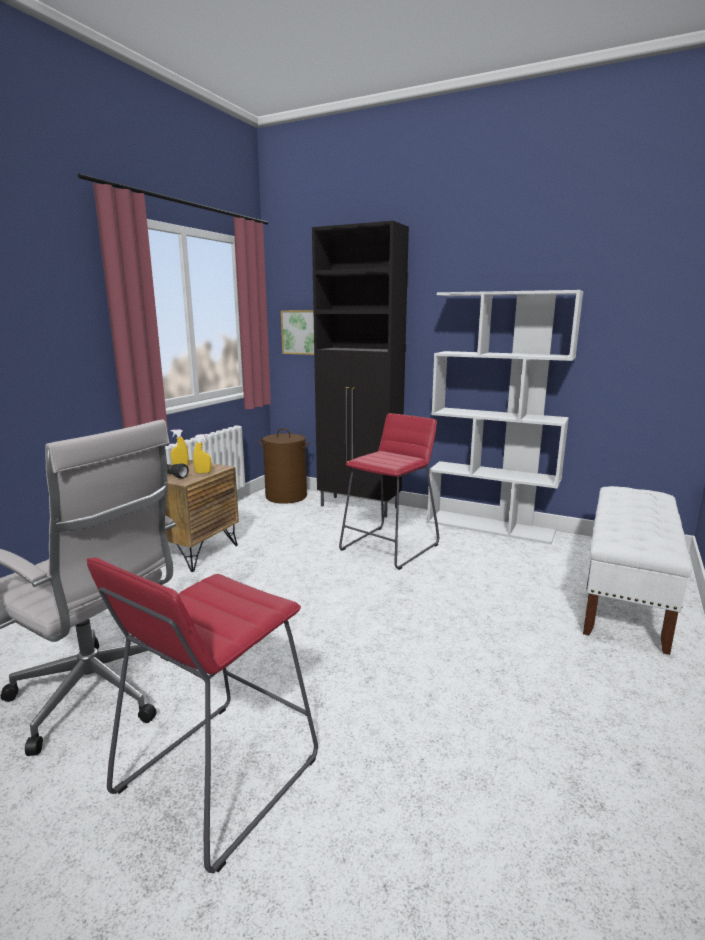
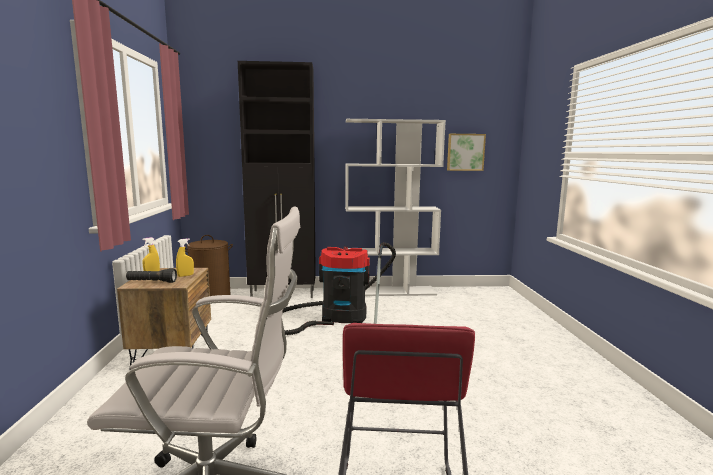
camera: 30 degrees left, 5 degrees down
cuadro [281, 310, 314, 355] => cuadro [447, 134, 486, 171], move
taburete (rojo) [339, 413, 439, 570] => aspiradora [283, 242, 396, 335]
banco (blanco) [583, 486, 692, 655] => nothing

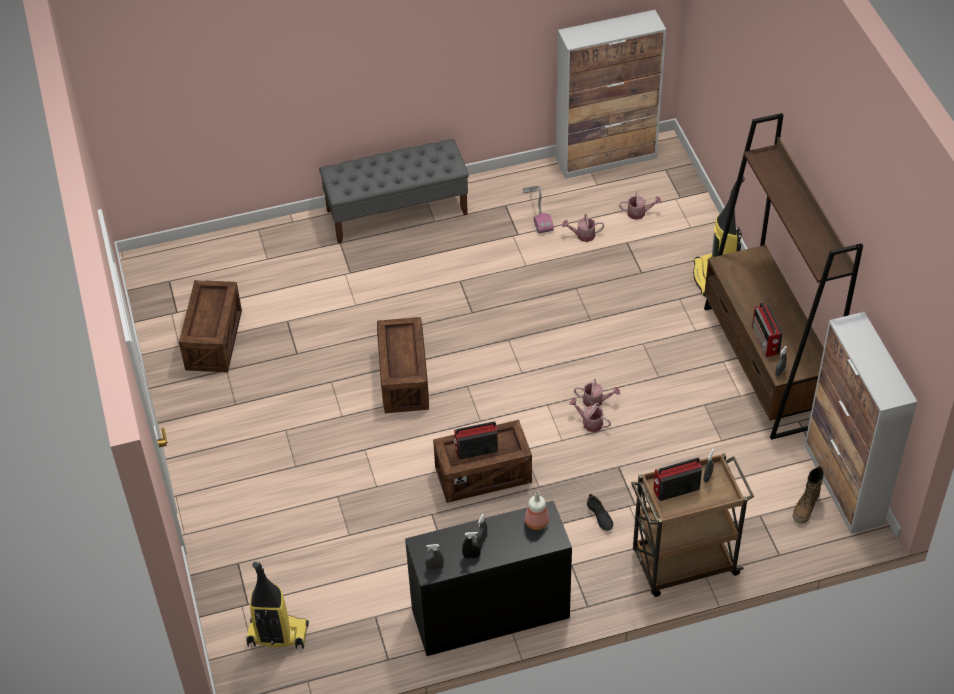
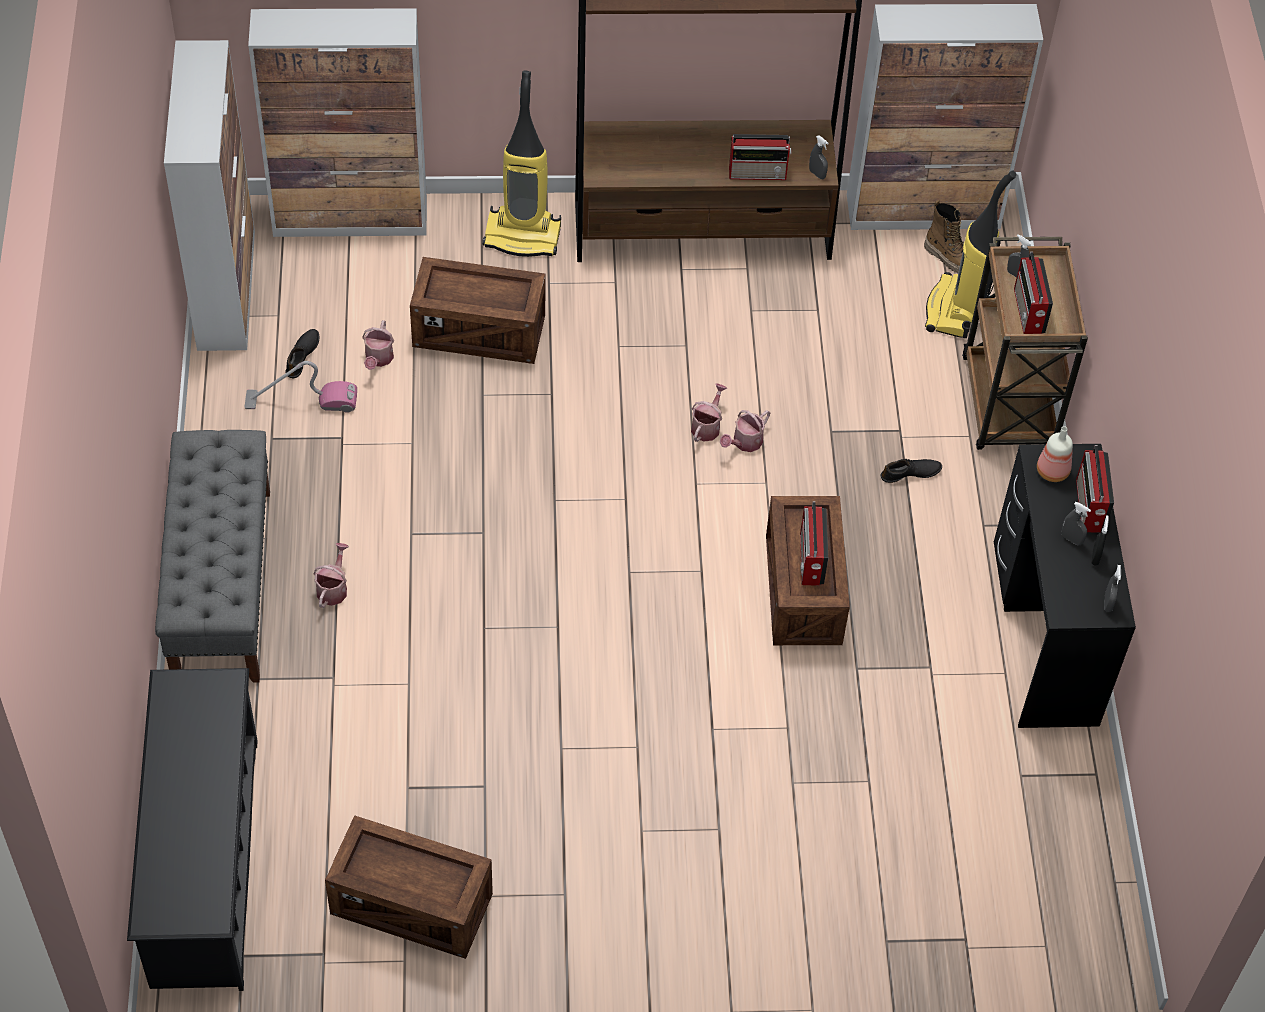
camera: 80 degrees left, 5 degrees up
aspiradora [246, 562, 309, 649] => aspiradora [925, 171, 1016, 338], move
caja de embalaje [377, 317, 429, 413] => caja de embalaje [410, 257, 545, 364], move
regadera [619, 192, 662, 220] => regadera [313, 543, 349, 608], move
nothing => zapatero (negro) [127, 668, 258, 991]
nothing => armario [248, 8, 427, 237]
nothing => zapato (negro) [285, 329, 319, 378]
nothing => radio [1076, 445, 1114, 533]

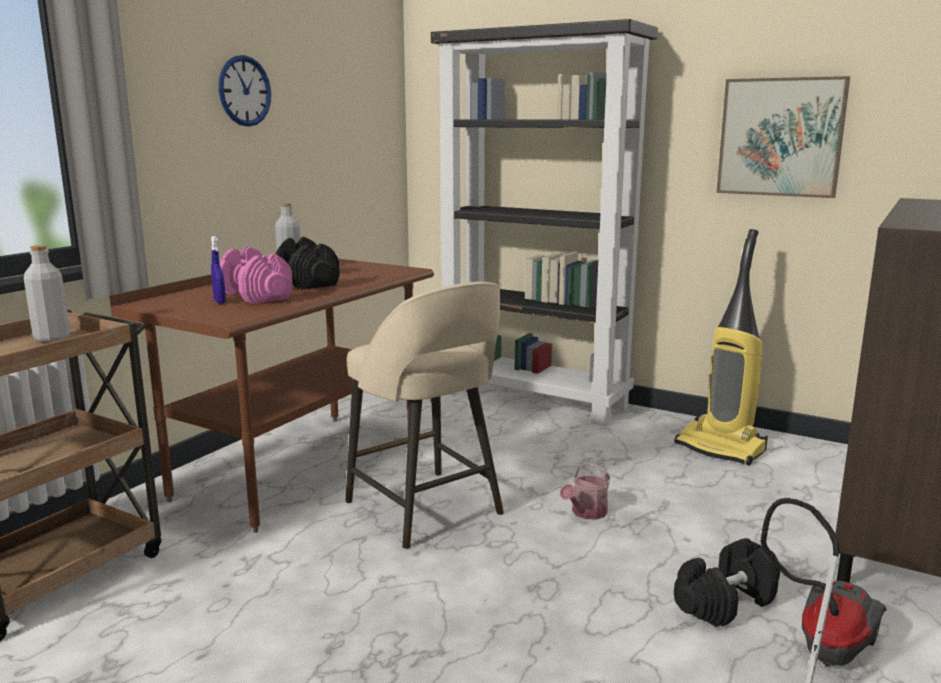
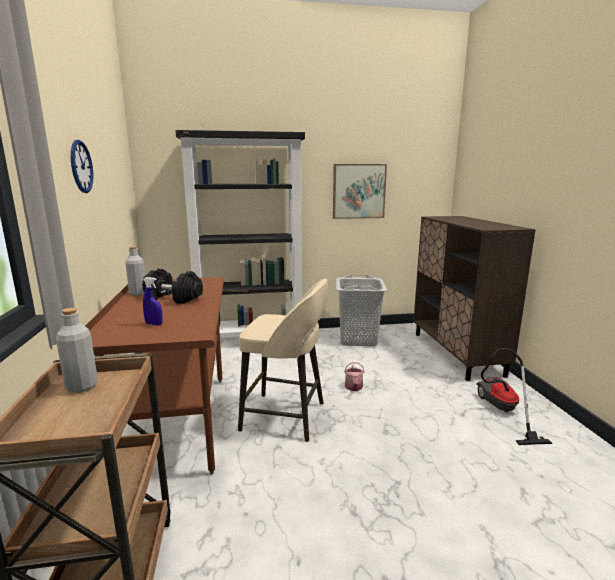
camera: 40 degrees left, 0 degrees up
mancuerna (rosa) [220, 247, 293, 304] => nothing
aspiradora [674, 229, 768, 466] => cesto de la ropa (gris) [336, 274, 387, 346]
mancuerna (negro) [674, 538, 780, 627] => nothing

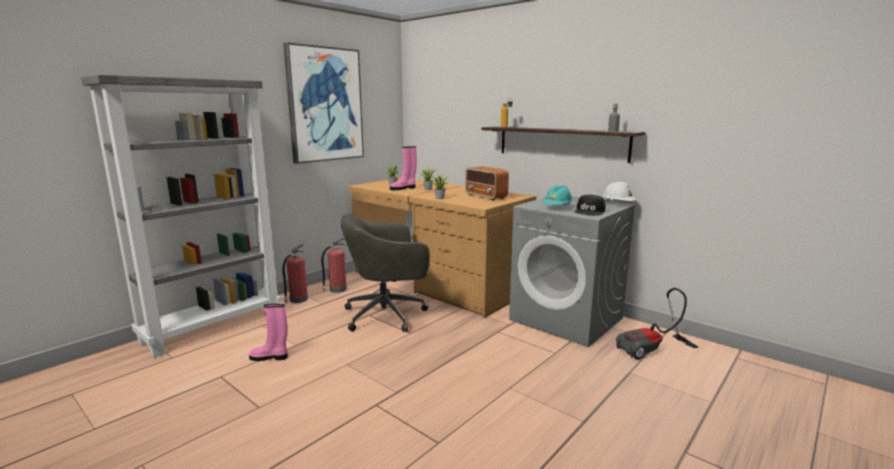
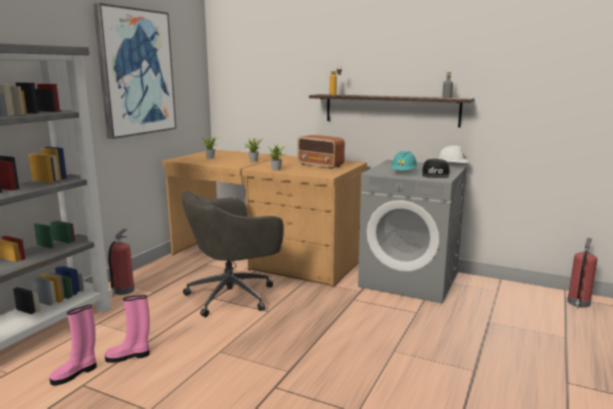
camera: 15 degrees left, 0 degrees up
extintor [321, 238, 347, 293] => extintor [567, 238, 598, 308], move
bota (rosa) [390, 146, 417, 190] => bota (rosa) [49, 304, 97, 386], move
aspiradora [616, 288, 698, 359] => nothing

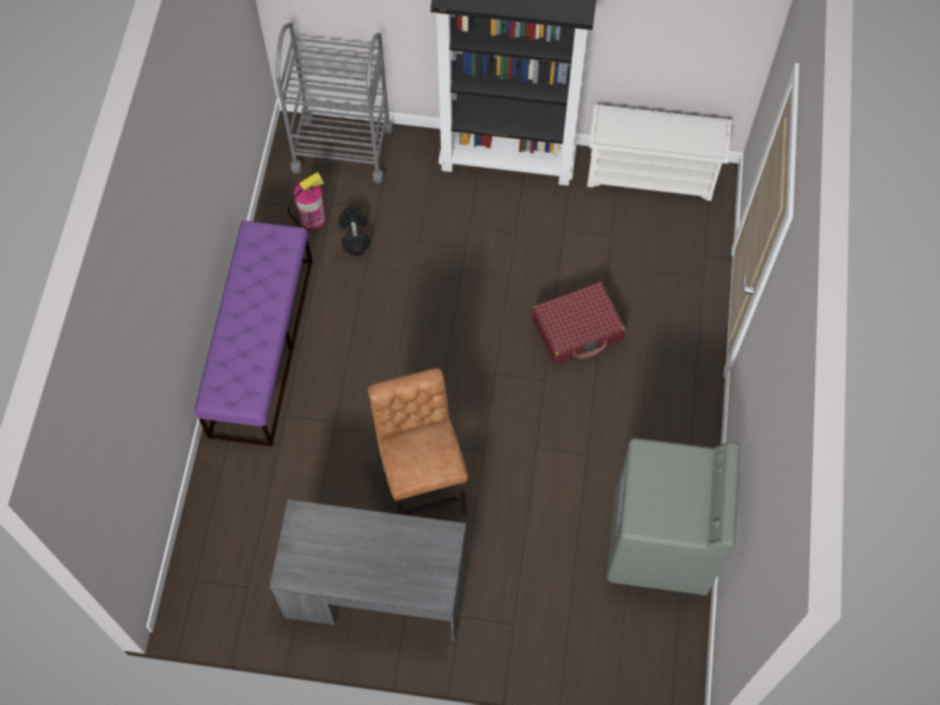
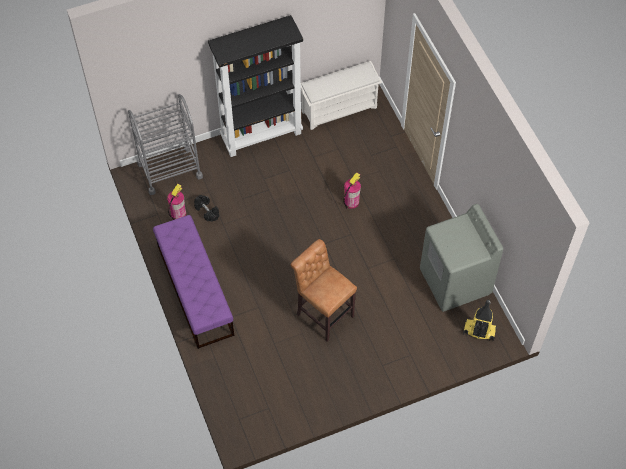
camera: 30 degrees left, 5 degrees down
escritorio (gris) [269, 500, 466, 641] => nothing
maleta (rojo) [532, 282, 625, 365] => extintor [343, 173, 361, 209]
nothing => aspiradora [463, 300, 497, 342]

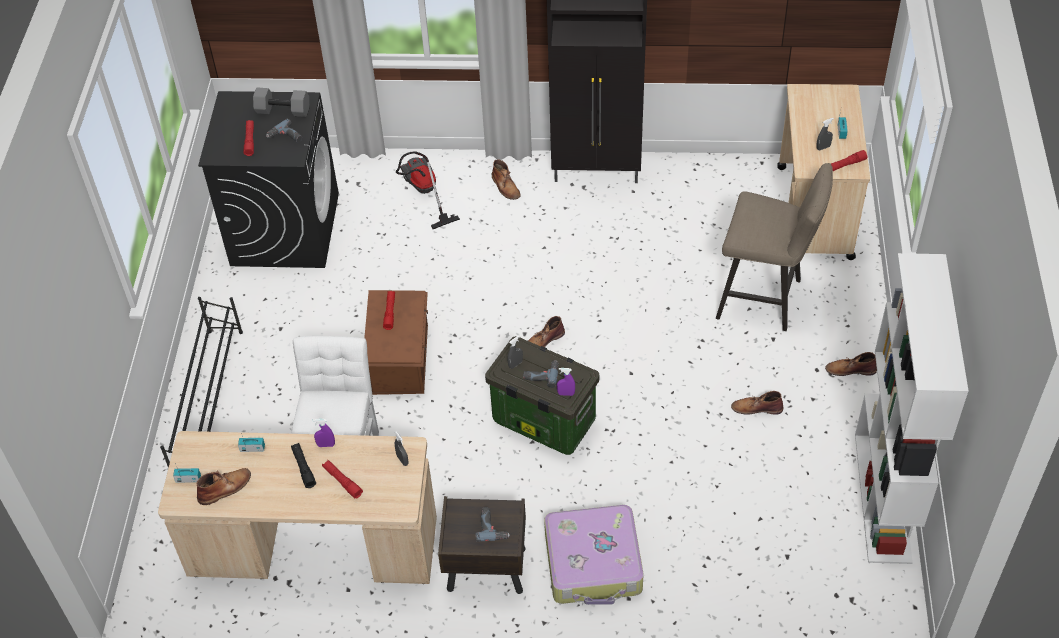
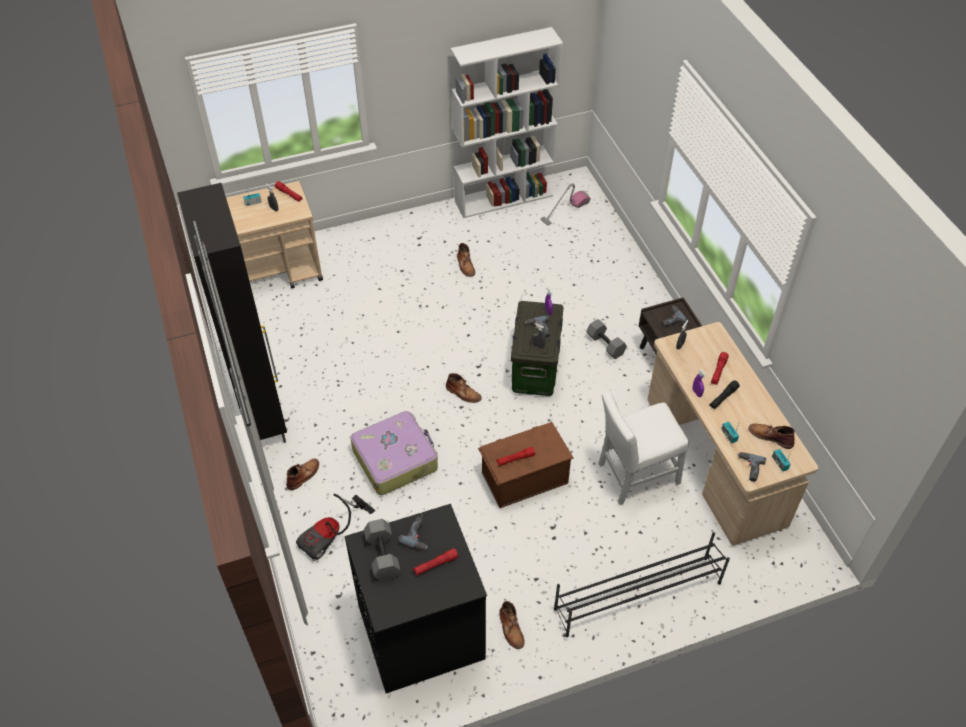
camera: 115 degrees left, 0 degrees up
maleta [544, 505, 644, 605] => maleta [350, 411, 438, 495], move
taburete (beis) [716, 163, 833, 331] => nothing
bota (marrón) [825, 352, 877, 376] => bota (marrón) [499, 601, 525, 649], move
nothing => aspiradora [540, 183, 590, 225]
nothing => mancuerna (gris) [586, 319, 627, 359]
nothing => taladro [737, 452, 766, 482]

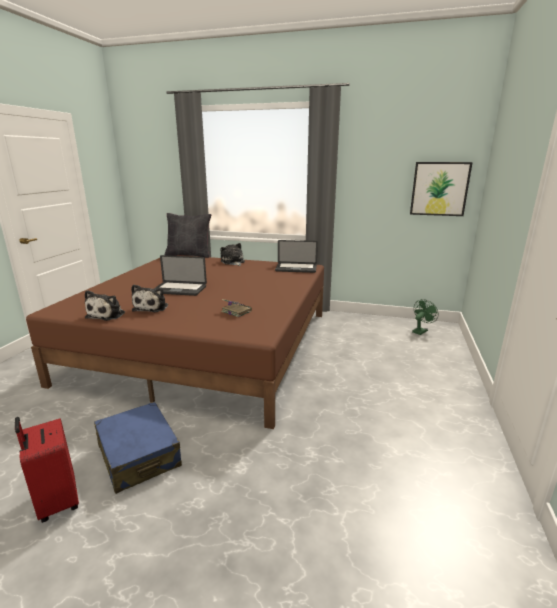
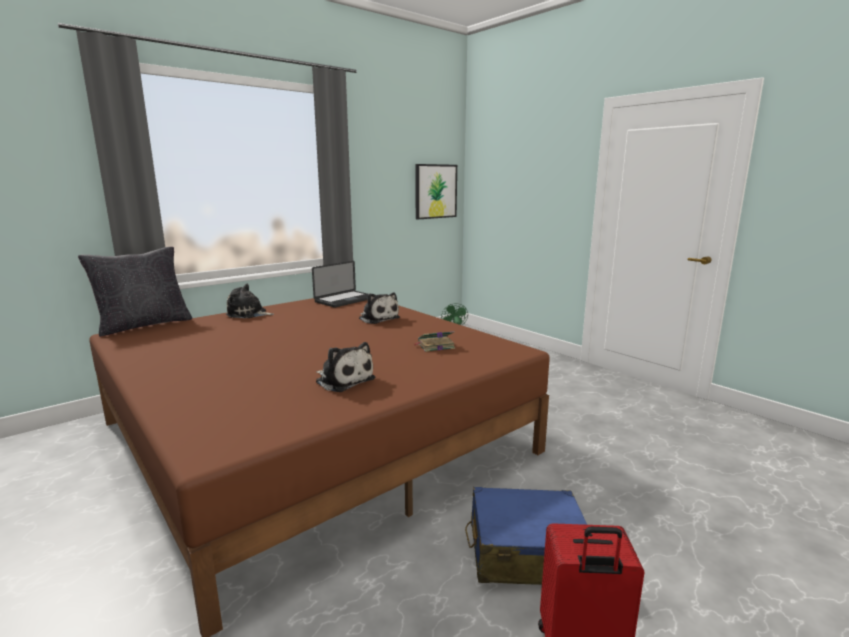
camera: 55 degrees left, 5 degrees down
peluche [85, 290, 125, 321] => peluche [359, 292, 400, 324], move
portátil [154, 255, 207, 296] => nothing

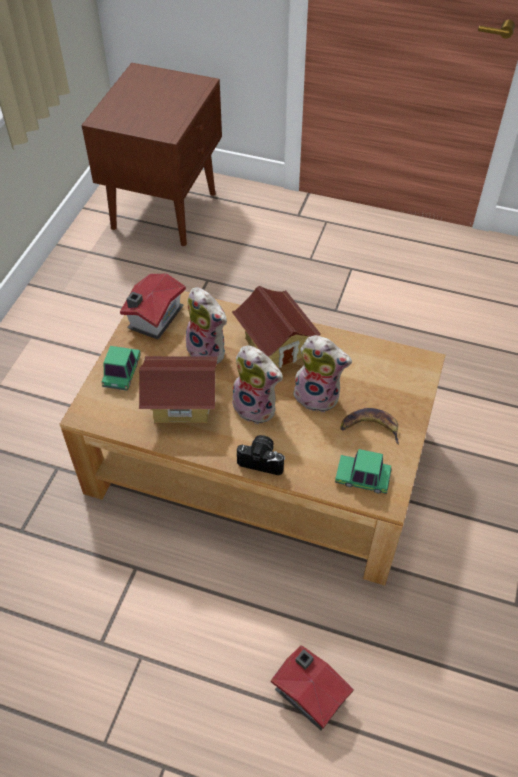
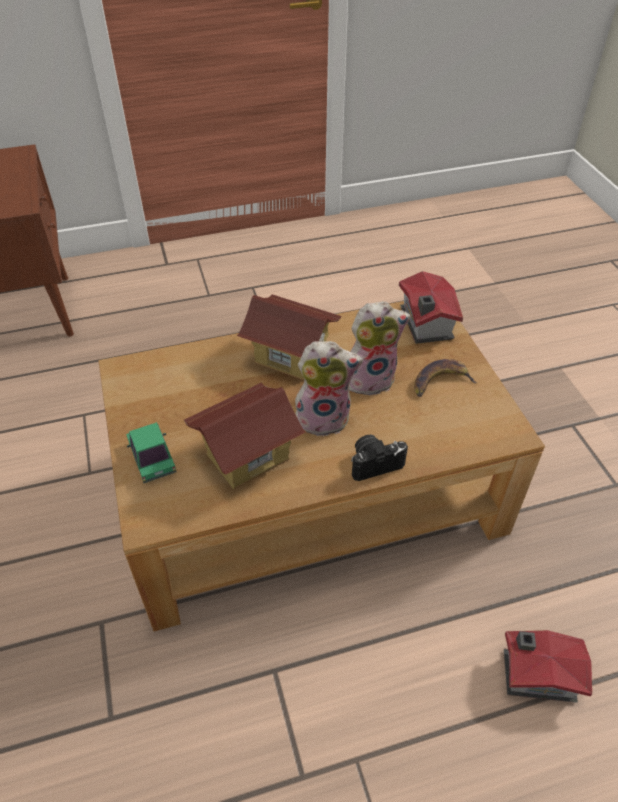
camera: 35 degrees left, 5 degrees down
casita [120, 274, 186, 340] => casita [399, 271, 463, 344], move
peluche [186, 287, 227, 364] => nothing
coche de juguete [335, 449, 391, 494] => nothing

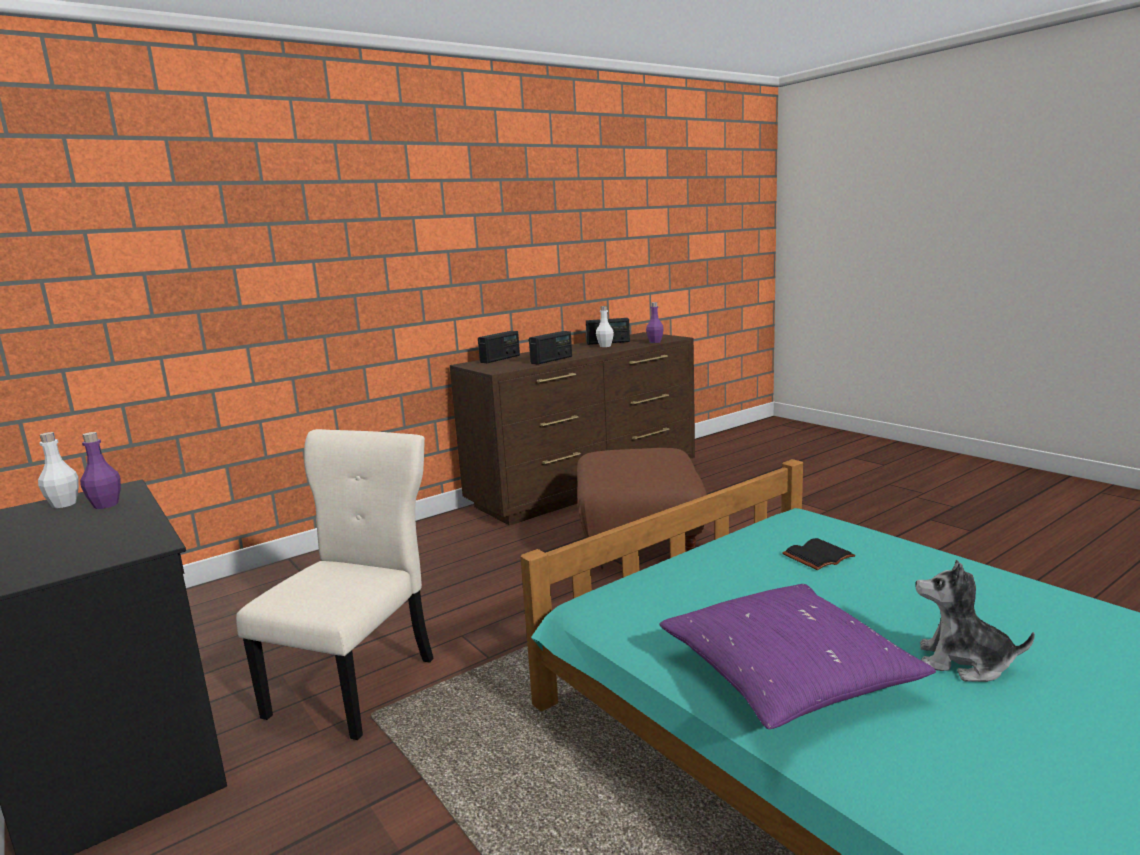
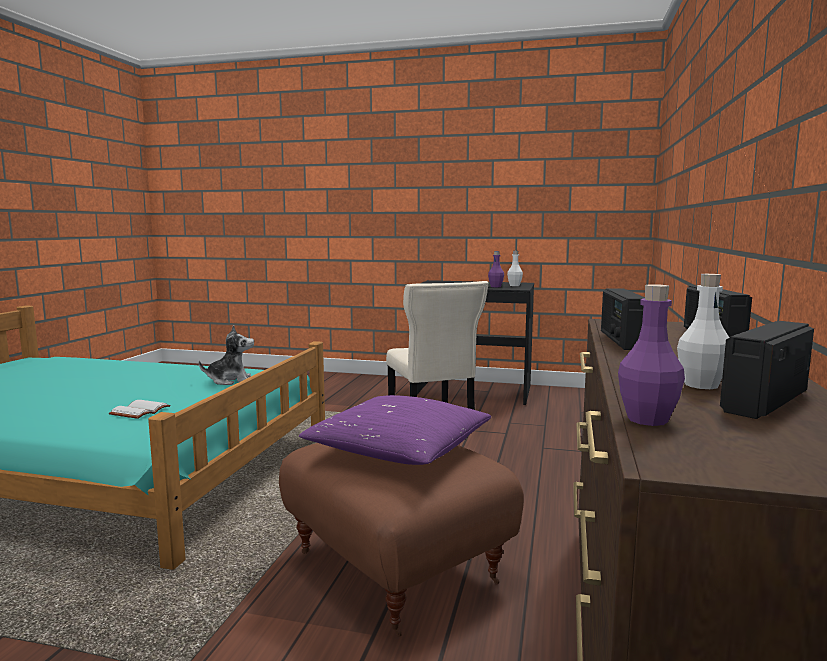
camera: 140 degrees right, 5 degrees down
cojín (morado) [659, 584, 936, 729] => cojín (morado) [299, 395, 491, 465], move
libro (negro) [782, 538, 855, 570] => libro (blanco) [109, 400, 171, 419]
peluche [915, 560, 1035, 682] => peluche [199, 325, 254, 385], move

